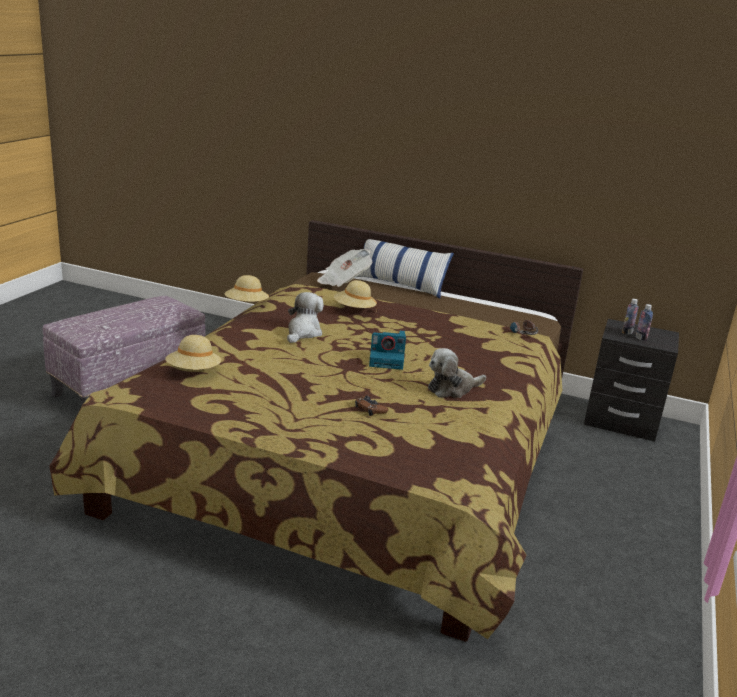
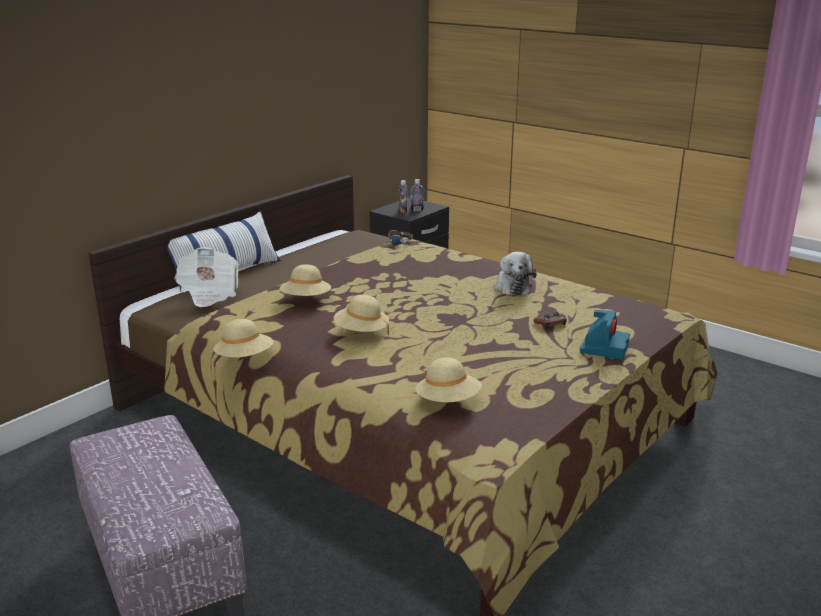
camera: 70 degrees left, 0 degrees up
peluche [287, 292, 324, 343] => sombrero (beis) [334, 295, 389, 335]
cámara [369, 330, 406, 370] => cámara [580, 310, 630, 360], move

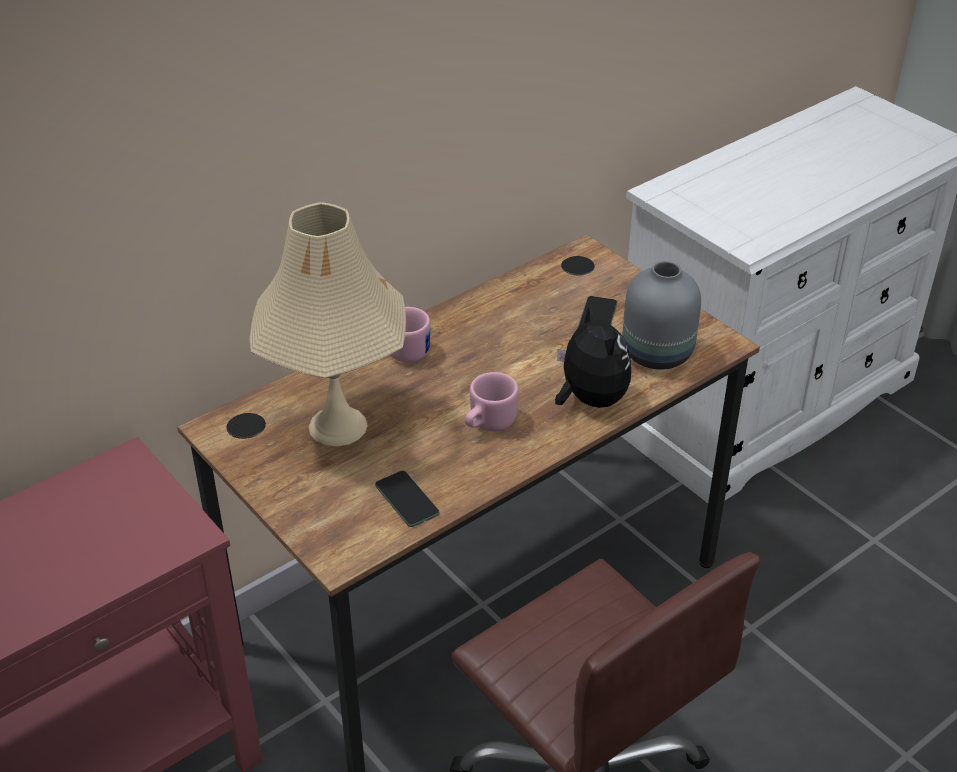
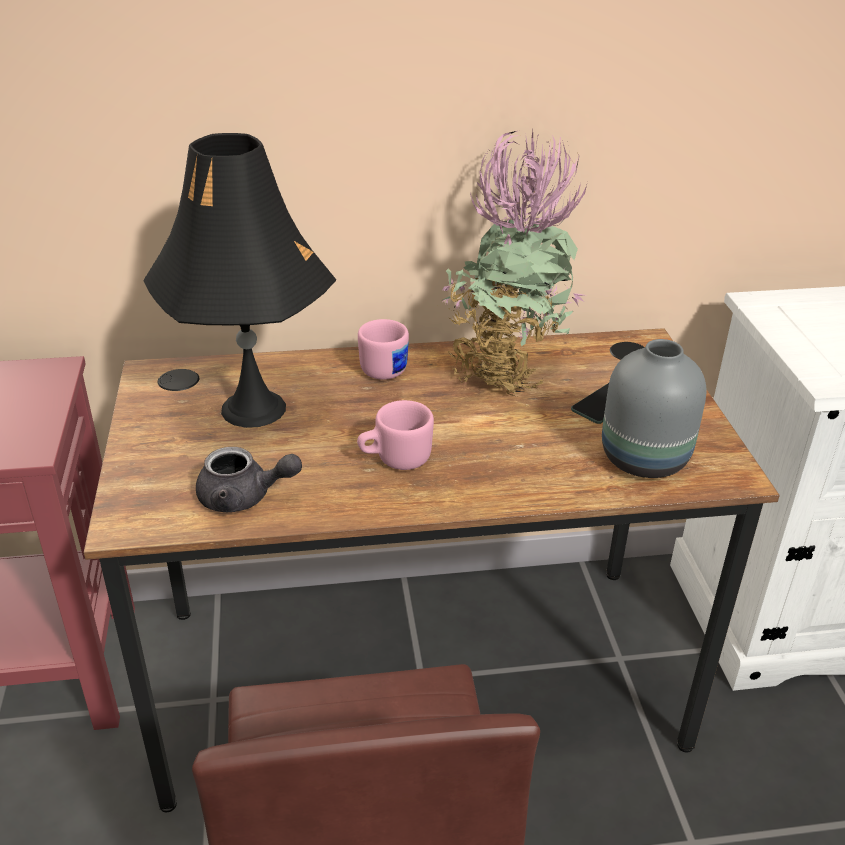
camera: 30 degrees right, 5 degrees down
lámpara de mesa (beis) [250, 202, 406, 446] => lámpara de mesa (negro) [143, 133, 336, 428]
móvil [375, 471, 440, 527] => tetera (gris) [196, 447, 302, 512]
peluche [555, 303, 631, 408] => nothing
nothing => planta en maceta [441, 130, 588, 396]

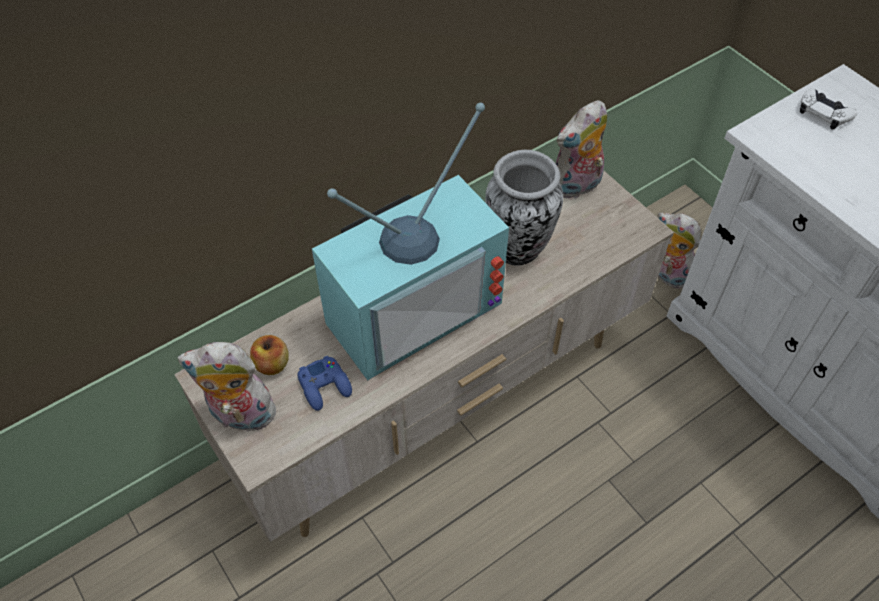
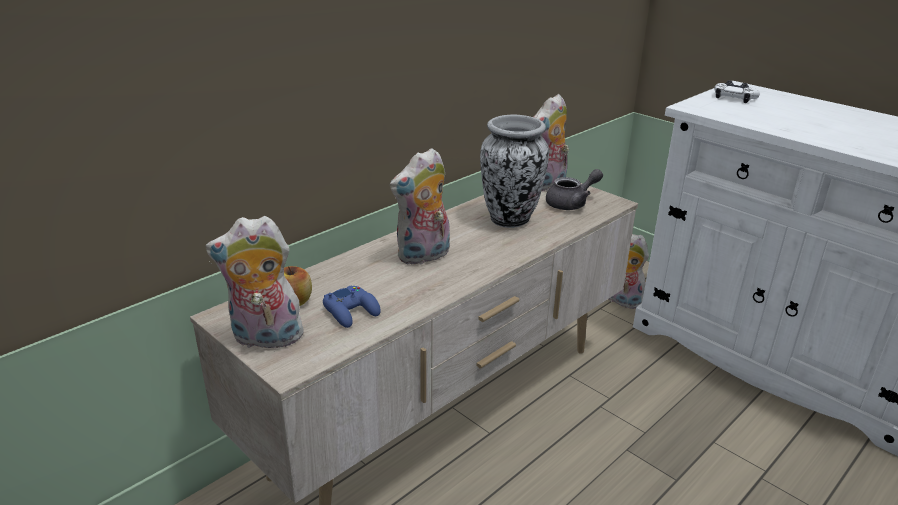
camera: 10 degrees left, 25 degrees down
televisor [312, 103, 509, 380] => peluche [390, 148, 450, 265]
nothing => tetera (gris) [546, 169, 603, 210]

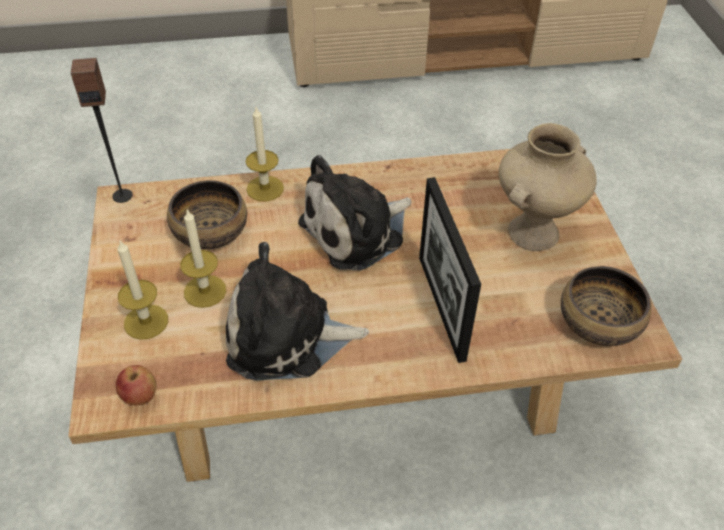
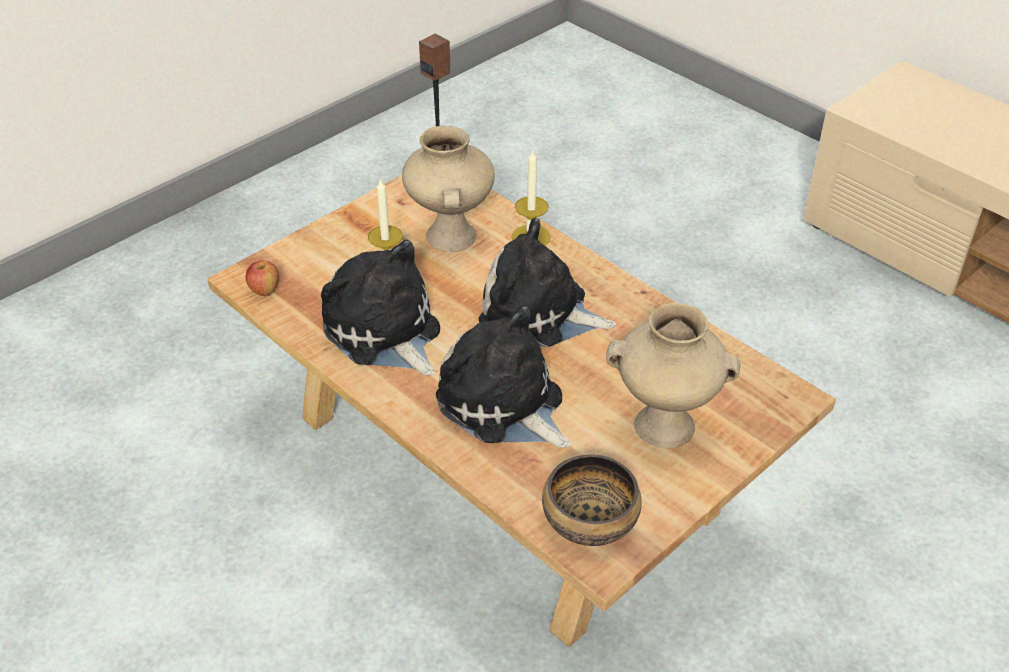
camera: 55 degrees right, 5 degrees down
vela [117, 241, 168, 340] => nothing
cuenco [167, 180, 247, 249] => florero (beis) [402, 126, 495, 252]
portarretratos [419, 177, 481, 363] => peluche [436, 305, 570, 448]

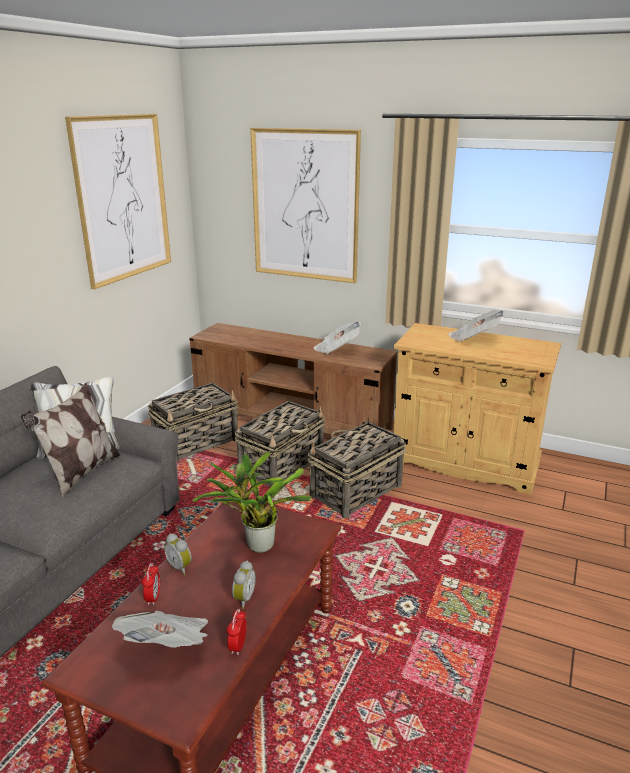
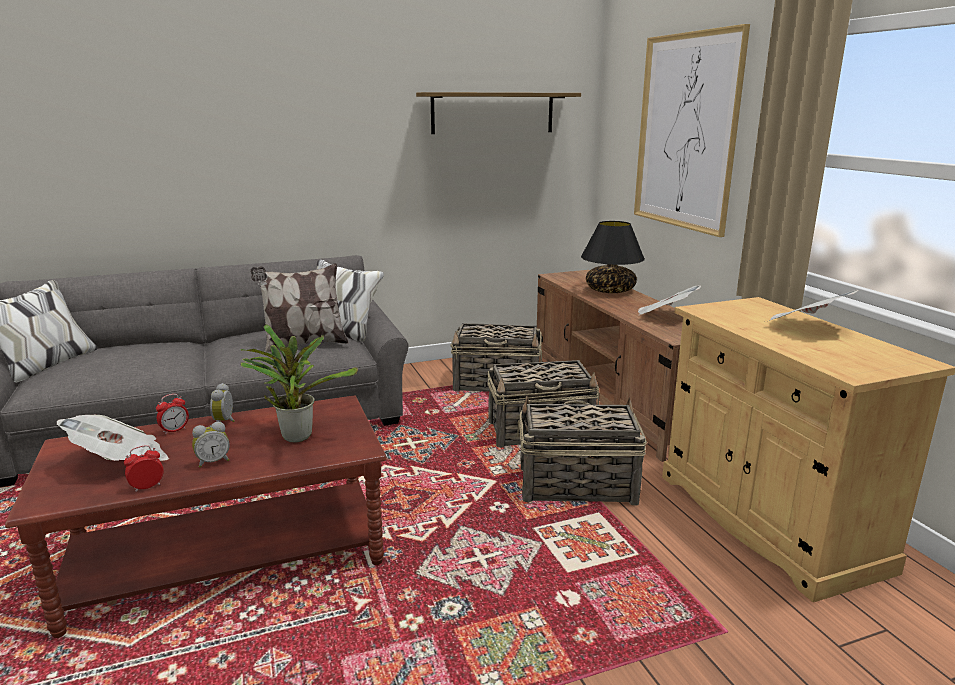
camera: 45 degrees right, 5 degrees down
cuadro [65, 114, 171, 289] => estante [416, 92, 581, 134]
nothing => lámpara de mesa (negro) [581, 221, 645, 293]

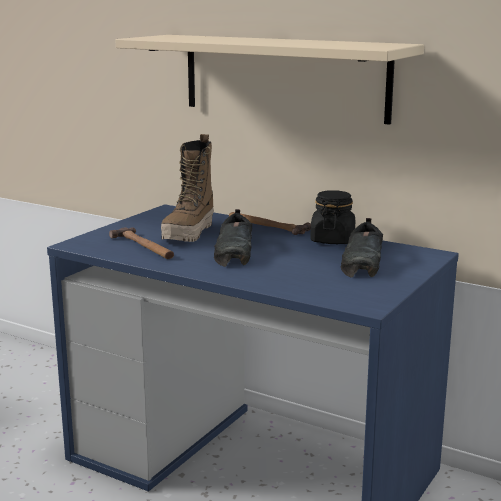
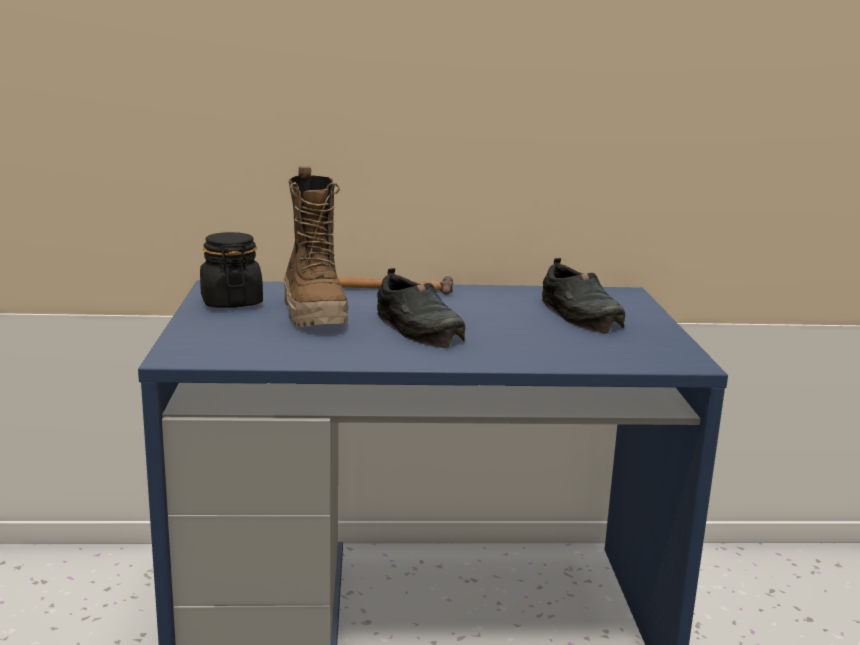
camera: 35 degrees left, 0 degrees up
martillo [109, 227, 174, 259] => nothing
estante (beis) [115, 35, 424, 125] => nothing
tarro (negro) [310, 190, 355, 244] => tarro (negro) [200, 232, 263, 308], move

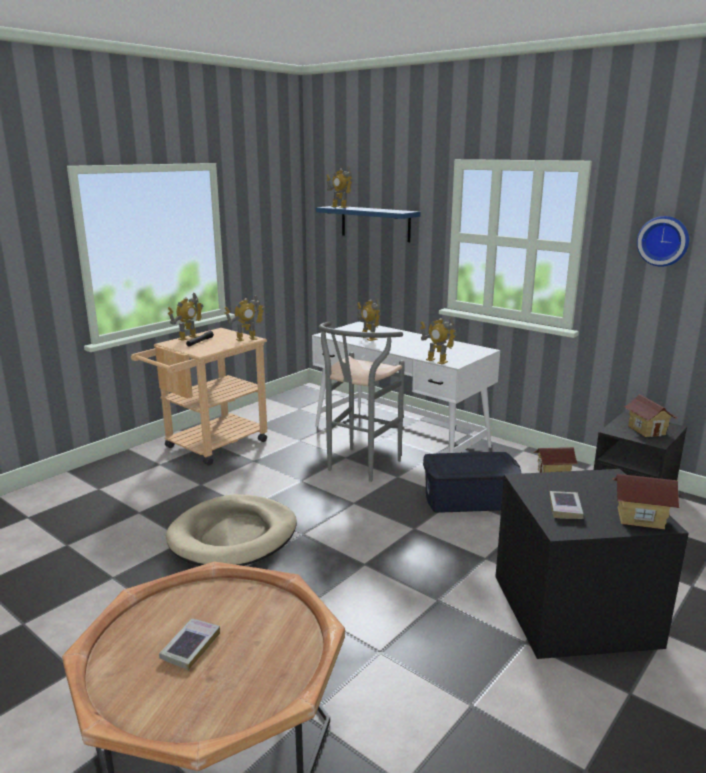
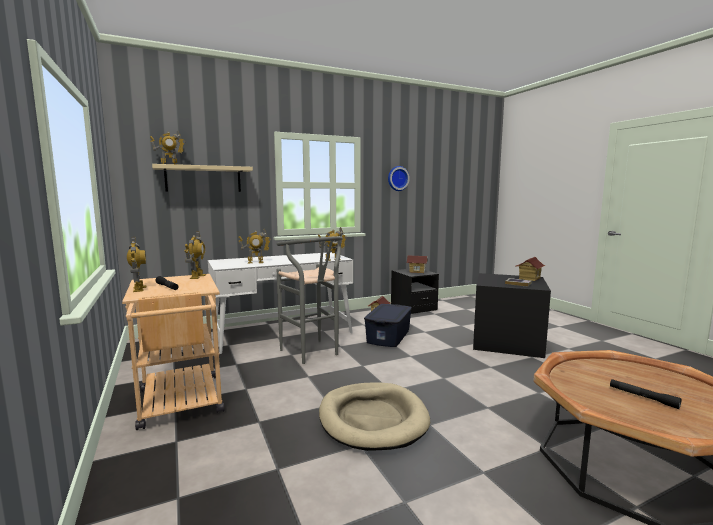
camera: 65 degrees left, 10 degrees down
libro [159, 619, 220, 670] => linterna (negro) [610, 379, 682, 409]
estante (azul) [316, 206, 421, 242] => estante (beis) [152, 164, 253, 192]

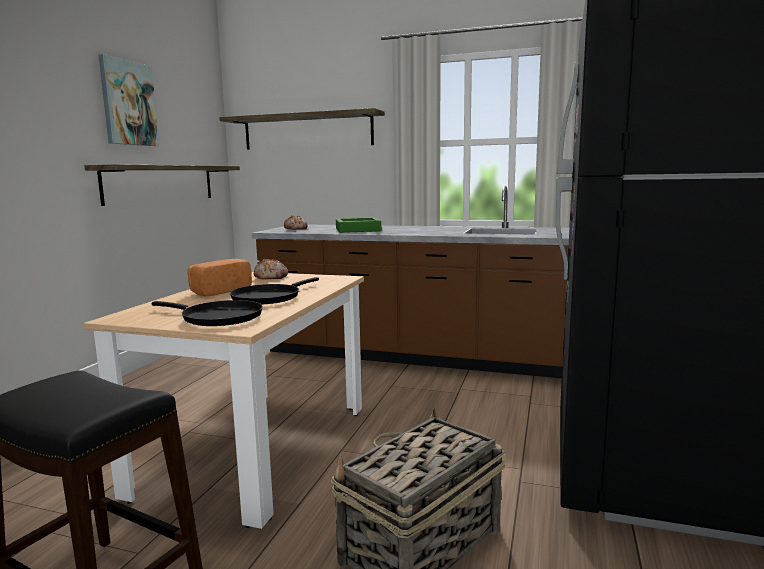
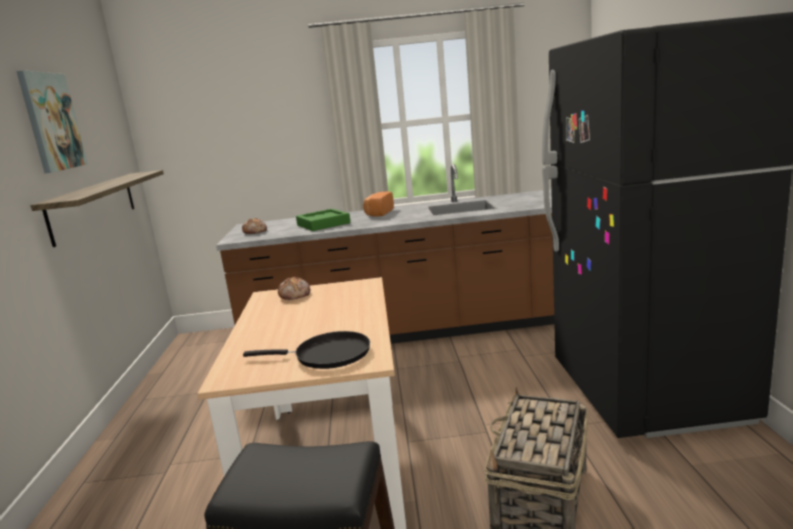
camera: 20 degrees left, 5 degrees up
pan [187, 259, 252, 296] => pan [363, 192, 394, 217], move
estante [219, 108, 385, 150] => nothing
sartén (negro) [230, 277, 319, 304] => nothing

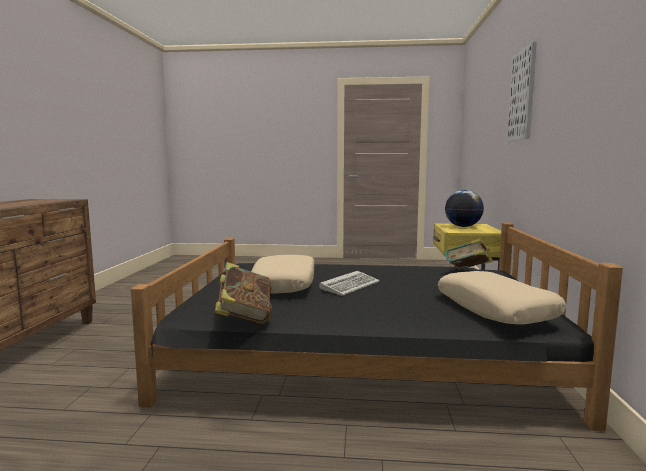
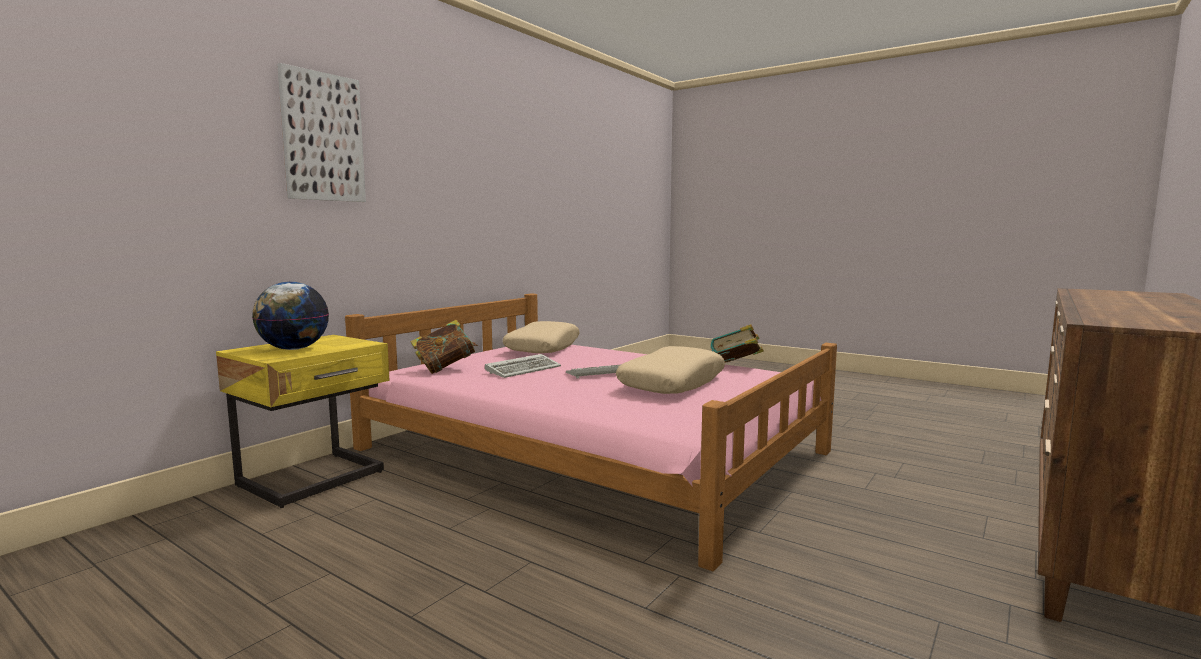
camera: 150 degrees left, 0 degrees up
cama (negro) [131, 222, 623, 431] => cama (rosa) [345, 293, 837, 571]
nothing => teclado [485, 354, 561, 378]

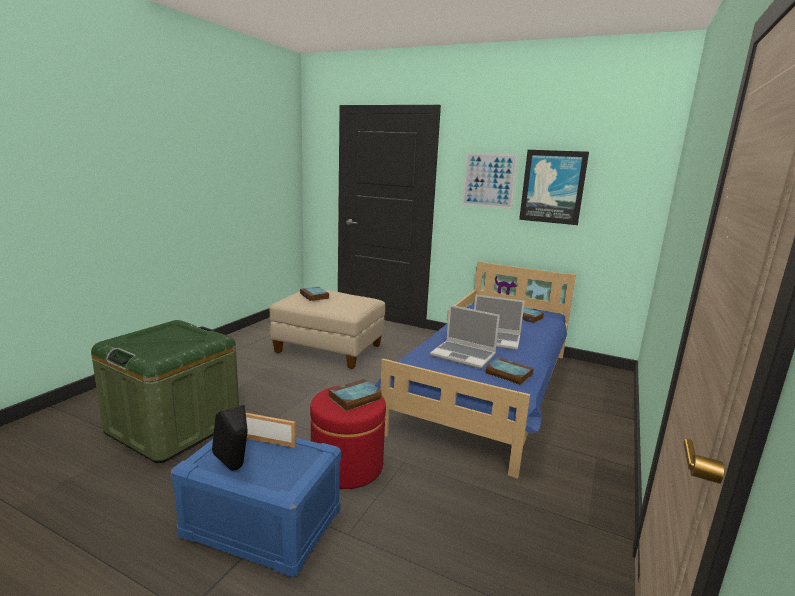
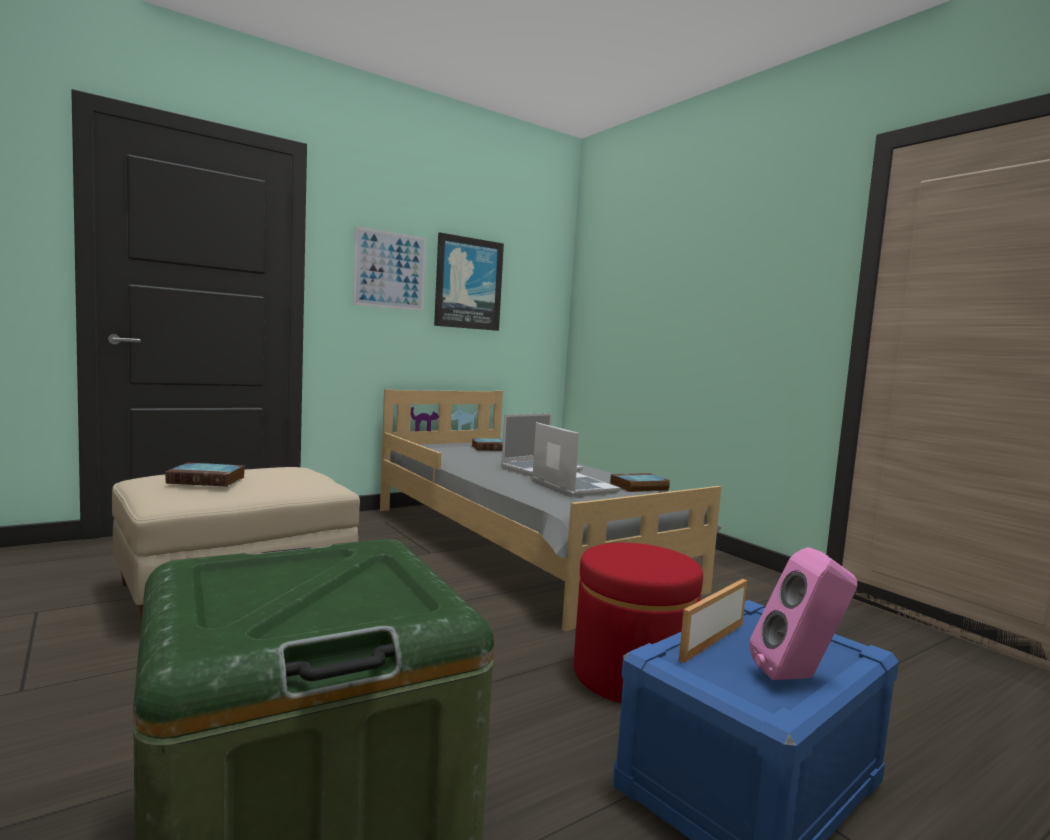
camera: 60 degrees left, 10 degrees down
altavoz (negro) [212, 405, 248, 470] => altavoz (rosa) [749, 547, 857, 680]
libro [329, 379, 382, 411] => nothing
cama (azul) [374, 261, 576, 479] => cama (gris) [380, 389, 722, 632]
portátil [430, 305, 500, 369] => portátil [532, 422, 620, 496], 90 degrees counterclockwise

